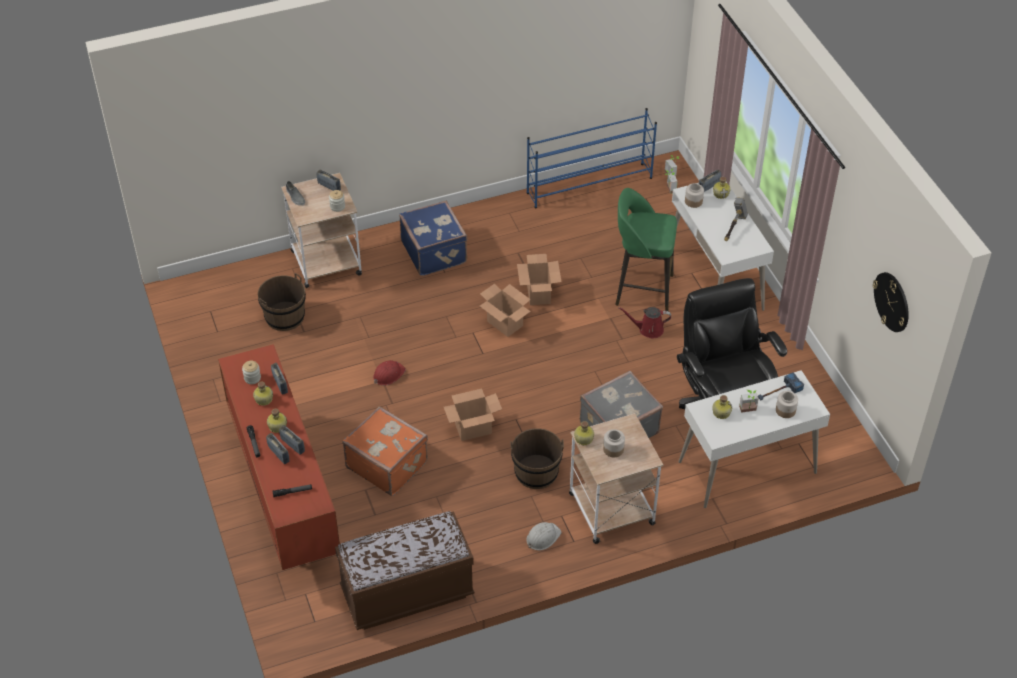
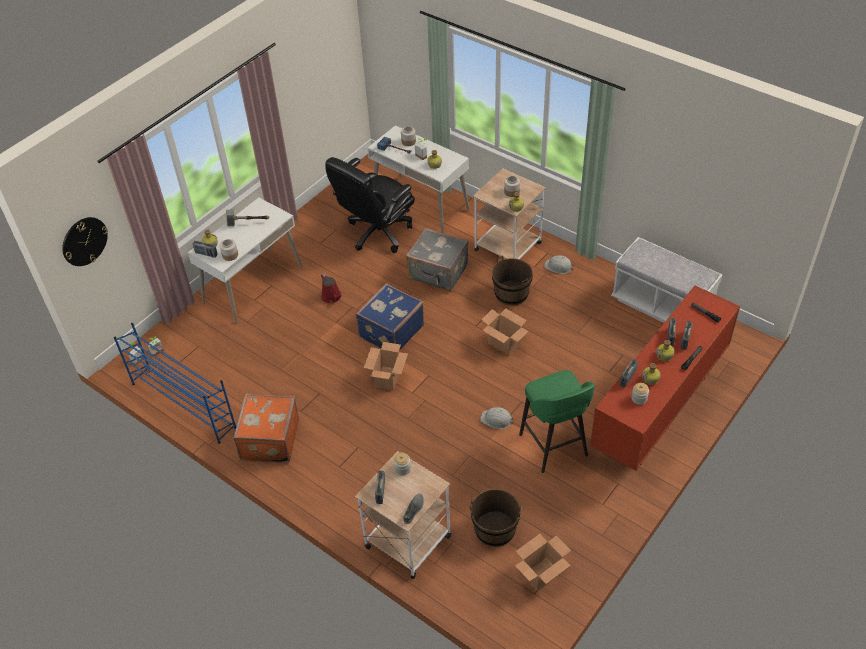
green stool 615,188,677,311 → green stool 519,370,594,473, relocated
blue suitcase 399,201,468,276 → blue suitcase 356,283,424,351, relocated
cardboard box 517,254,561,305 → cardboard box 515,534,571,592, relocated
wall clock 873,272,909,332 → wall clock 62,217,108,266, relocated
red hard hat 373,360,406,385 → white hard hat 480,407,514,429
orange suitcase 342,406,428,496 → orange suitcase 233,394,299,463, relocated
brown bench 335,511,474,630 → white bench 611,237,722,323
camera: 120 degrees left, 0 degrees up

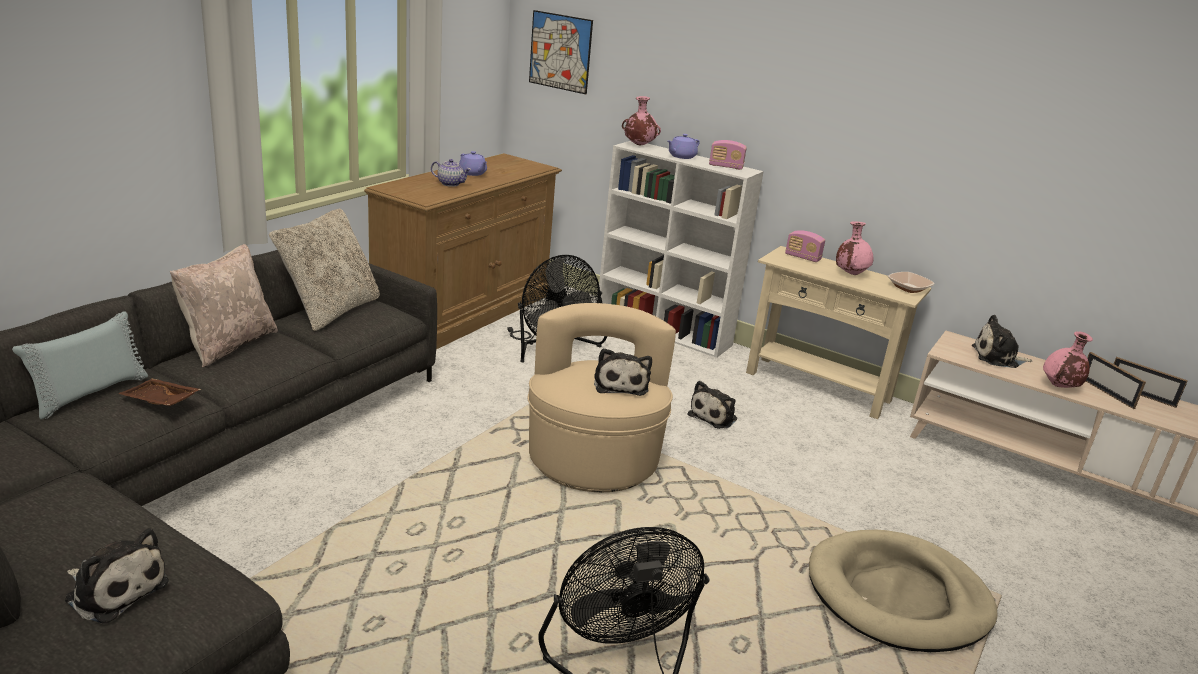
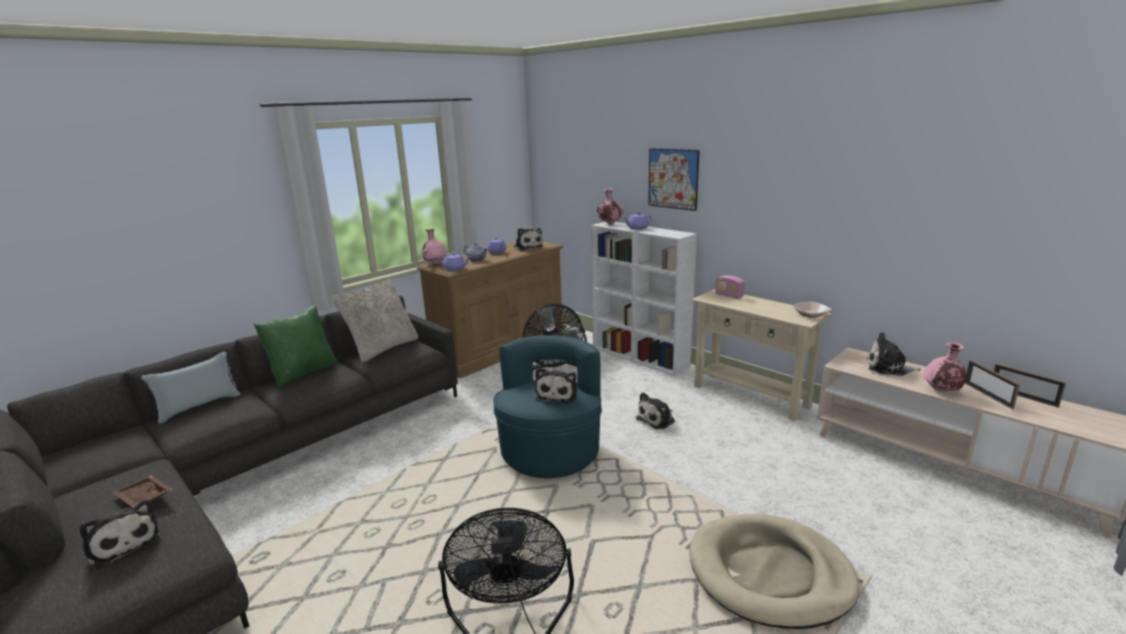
picture 529,10,593,94 → picture 648,148,700,211, relocated
radio 709,140,747,170 → -
pink vase 836,221,874,275 → pink vase 422,229,447,264, relocated
beige pillow 170,244,278,368 → green pillow 254,305,339,388
beige armchair 527,303,676,492 → turquoise armchair 493,335,602,478
brown tray 118,379,201,406 → brown tray 112,476,173,508, relocated
- → plush toy 514,228,543,251
- → purple teapot 439,252,471,271
camera: 15 degrees right, 5 degrees down

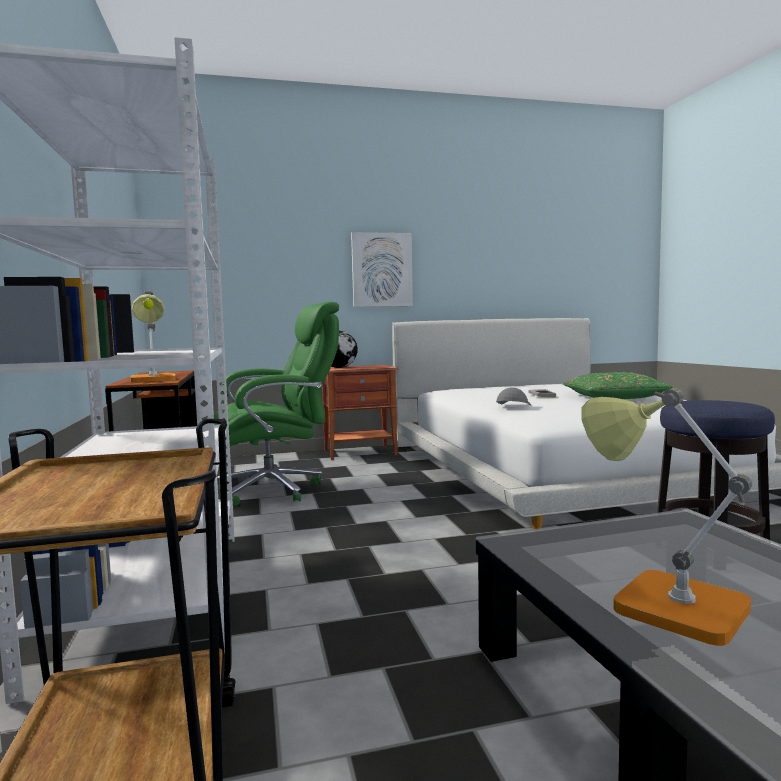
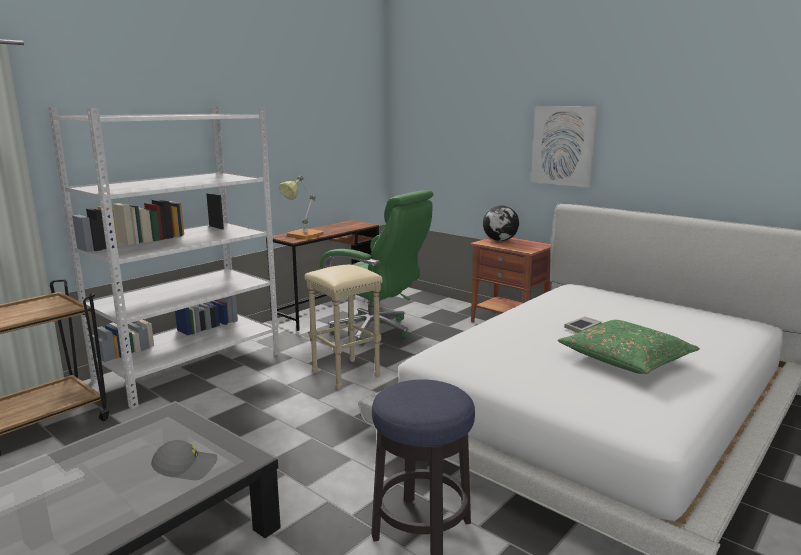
grey cap 496,388,531,406 → grey cap 151,440,217,480, relocated
table lamp 581,389,752,646 → -
- → beige stool 305,265,383,390
camera: 55 degrees right, 10 degrees up

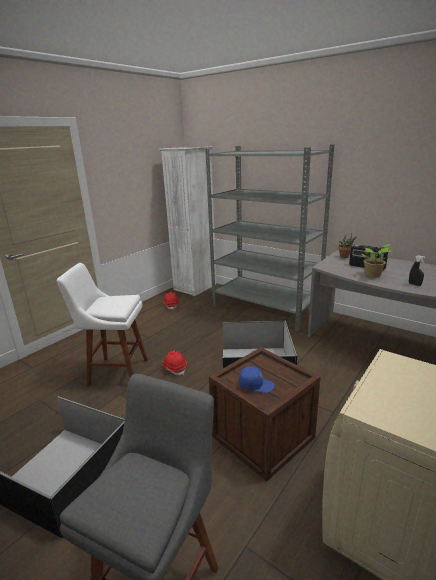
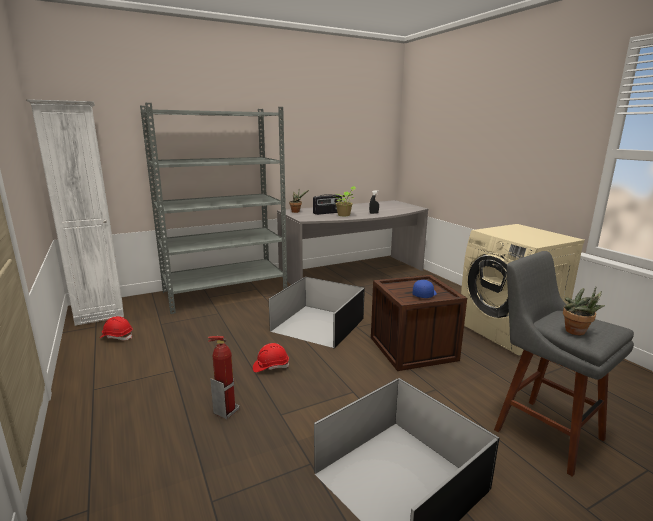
white stool 57,263,148,387 → fire extinguisher 208,336,239,419
- → potted plant 563,287,605,335
camera: 65 degrees left, 5 degrees down

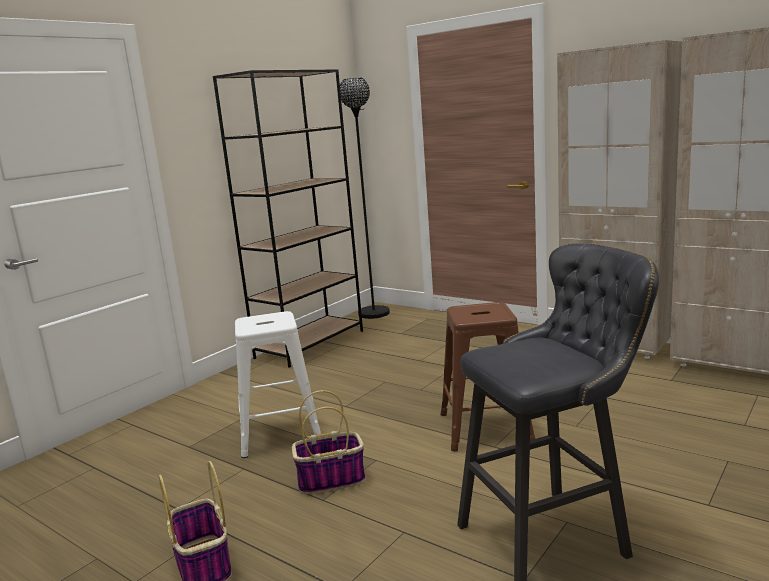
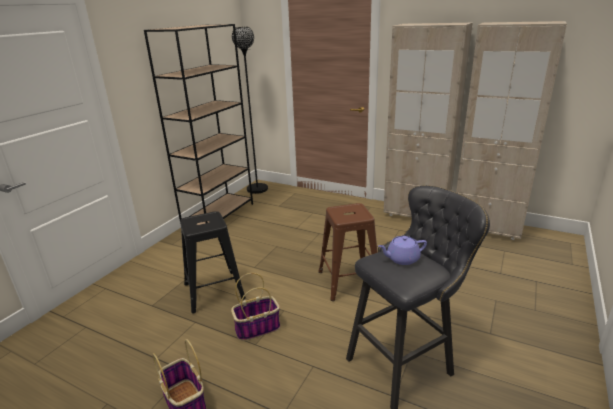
white stool 235,311,321,458 → black stool 180,211,246,314
- → purple teapot 378,236,427,265
camera: 10 degrees left, 10 degrees up

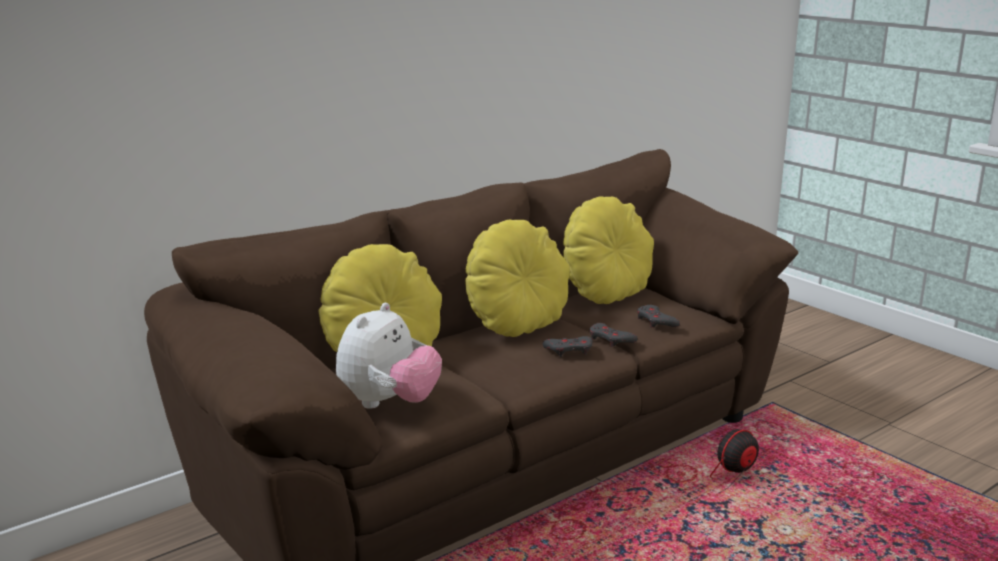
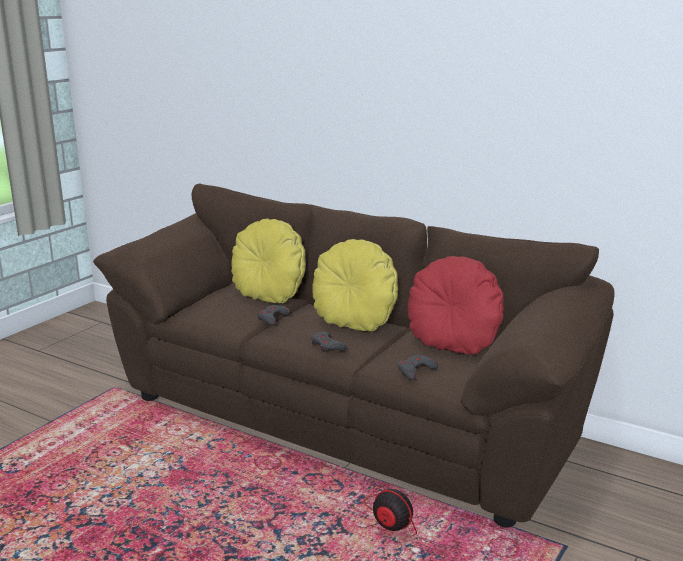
yellow pillow 563,196,654,304 → red pillow 408,256,504,355
plush toy 336,303,442,409 → -
grey game controller 589,323,638,347 → grey game controller 257,305,290,326, relocated
camera: 70 degrees right, 0 degrees up

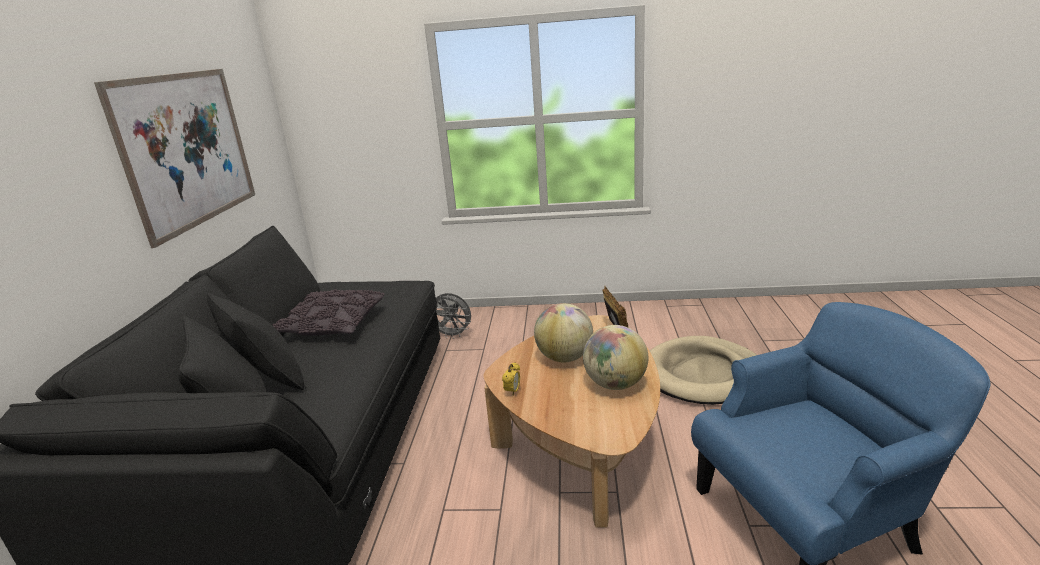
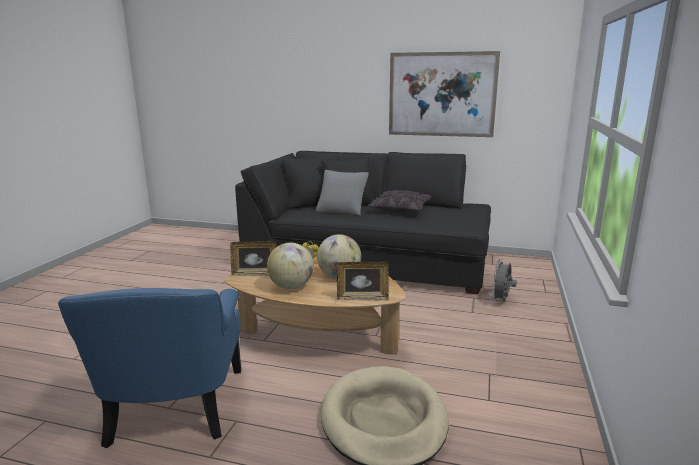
- → grey pillow 316,170,369,216
- → picture frame 230,241,277,276
camera: 100 degrees right, 5 degrees down

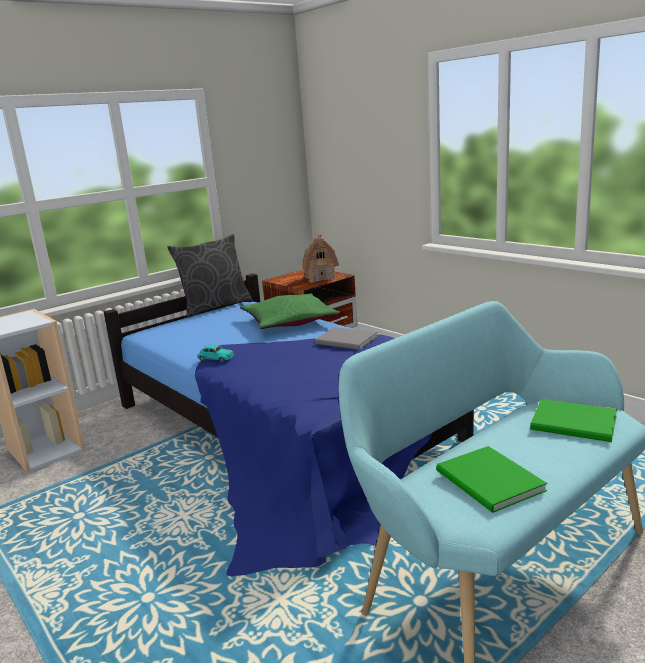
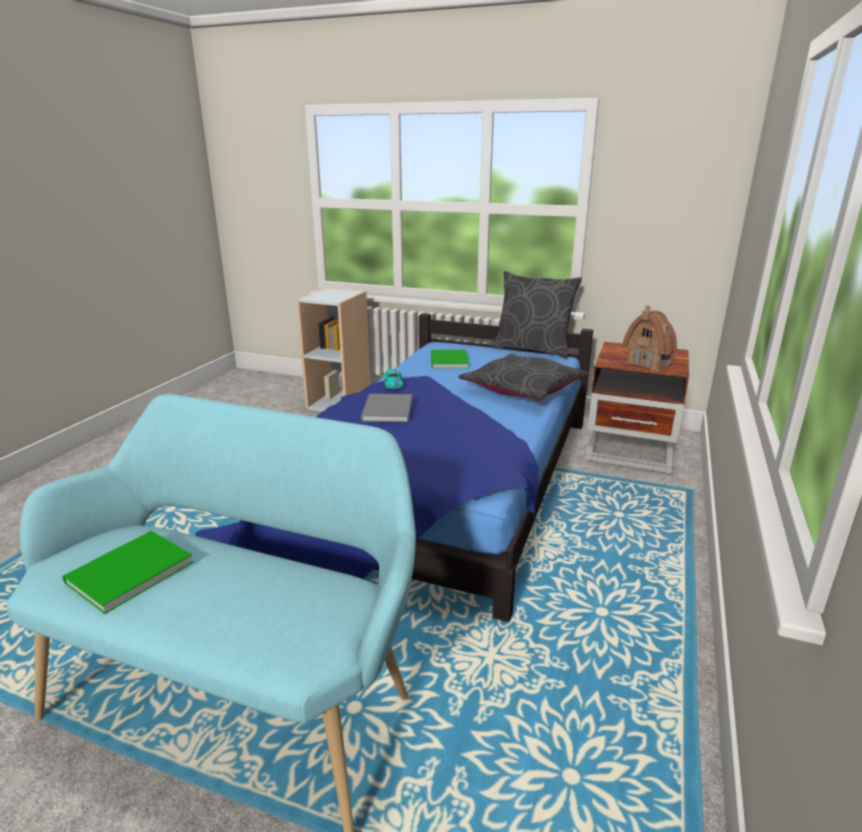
green pillow 240,293,340,329 → grey pillow 458,354,589,401
grey book 315,327,377,350 → grey book 361,394,412,422, relocated
green book 530,399,617,442 → green book 431,349,469,369, relocated
camera: 60 degrees right, 5 degrees up

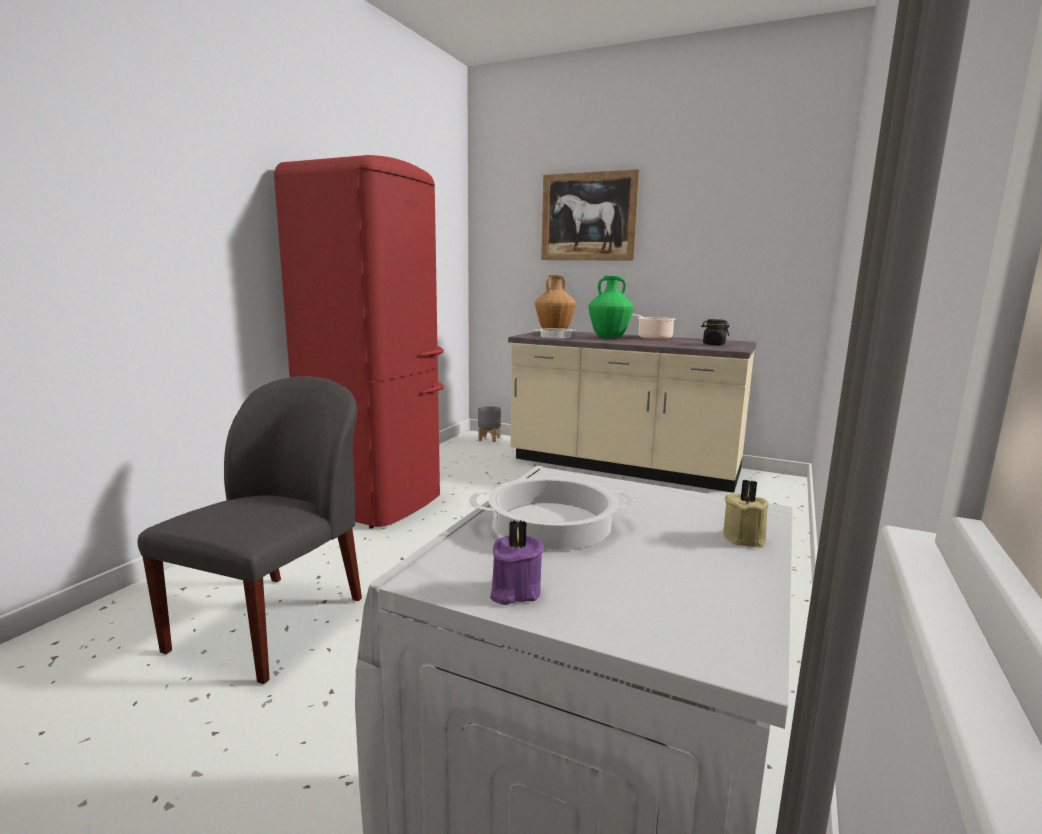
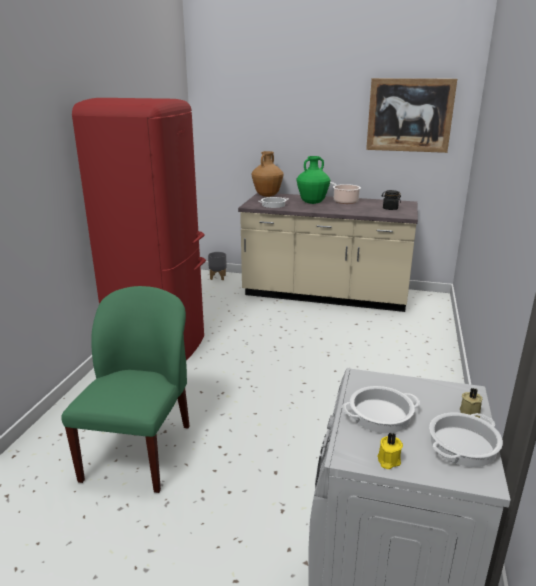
picture 541,169,640,261 → picture 366,78,457,153, relocated
grey chair 138,376,362,684 → green chair 61,286,189,493
purple candle 490,520,544,605 → yellow candle 377,432,403,469
- → cooking pot 429,413,503,467
camera: 10 degrees left, 10 degrees up

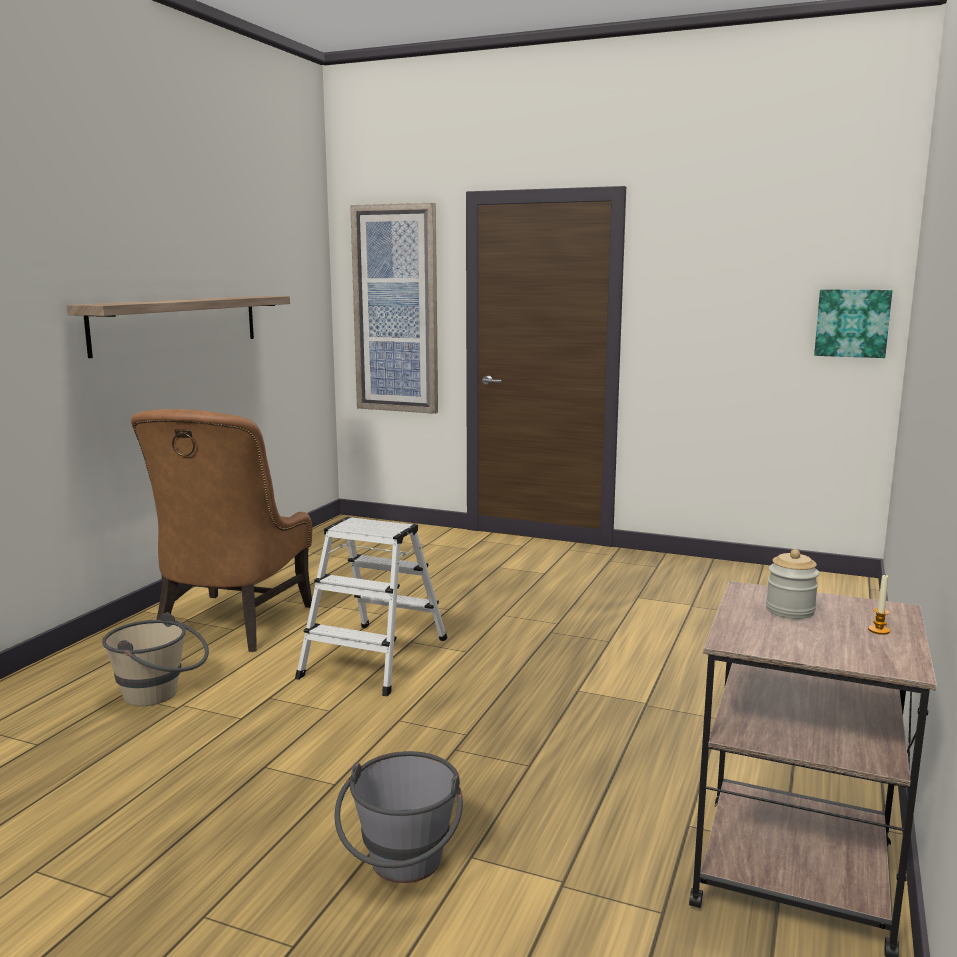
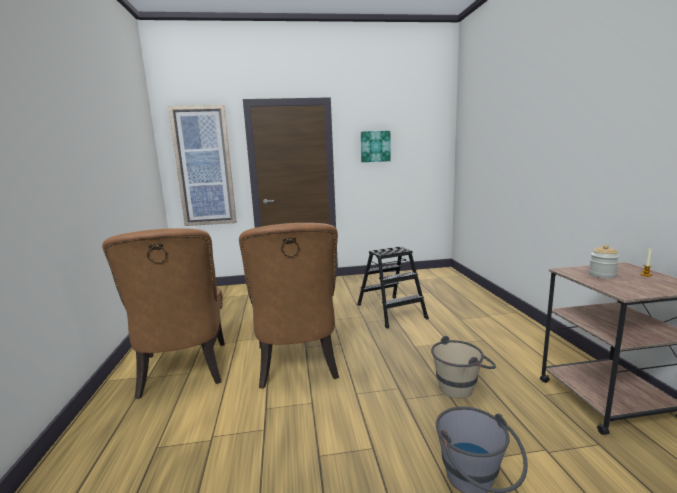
picture 814,289,892,358 → picture 361,131,391,162, relocated
shelf 67,296,290,358 → -
white step ladder 295,517,448,696 → brown chair 239,223,339,389
beige bucket 102,612,209,707 → beige bucket 431,336,496,399, relocated
- → black step ladder 357,246,429,329
camera: 30 degrees left, 0 degrees up

